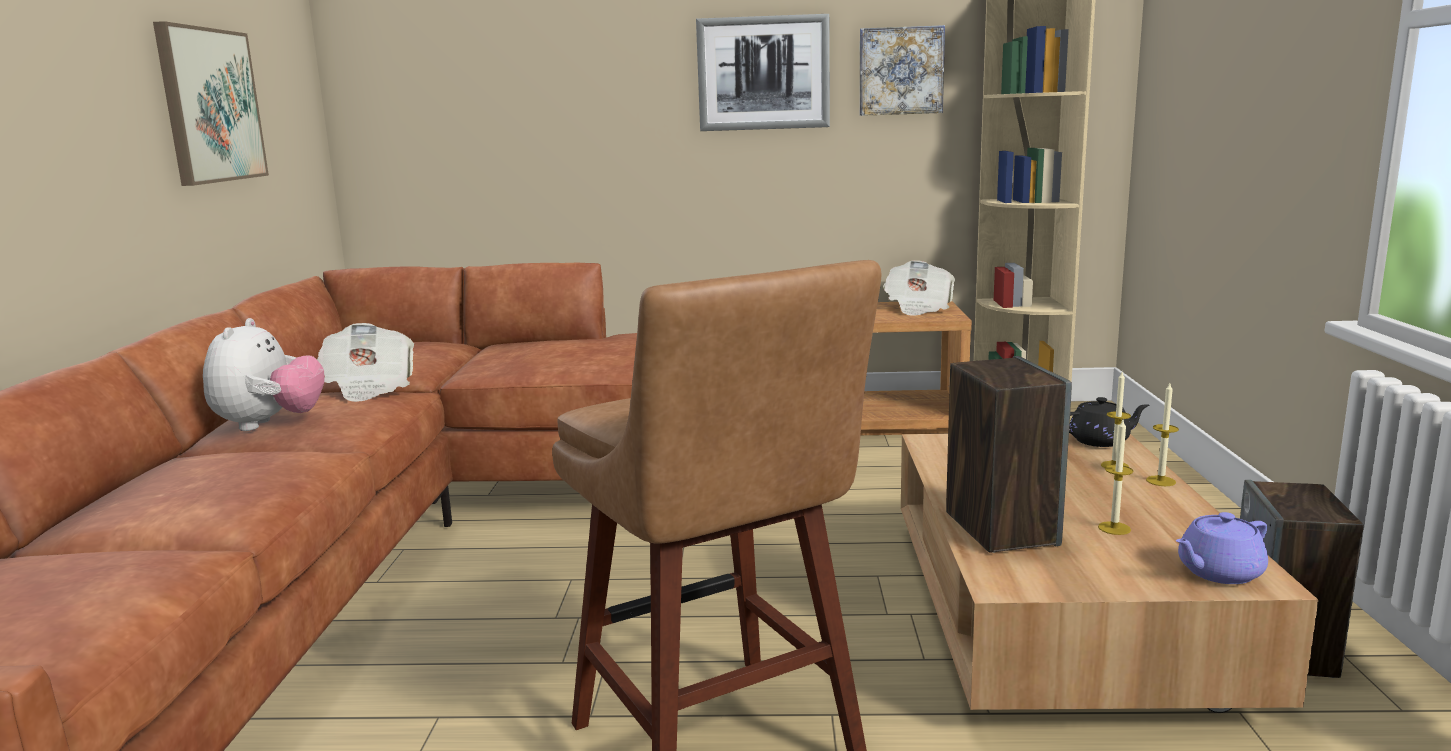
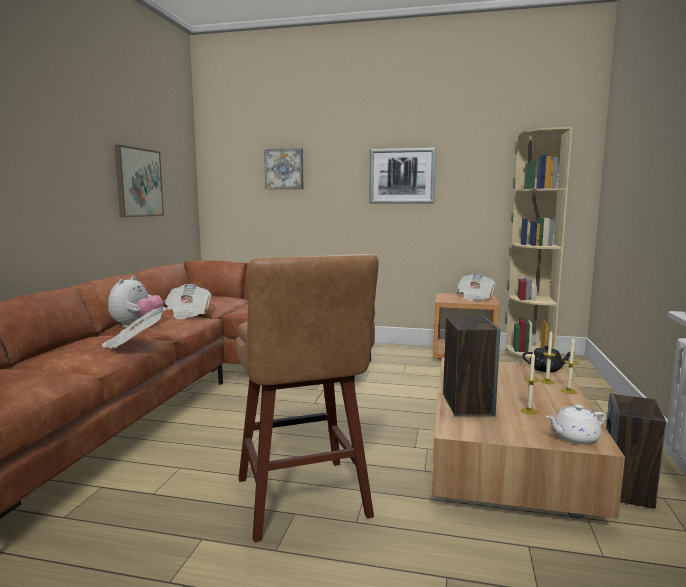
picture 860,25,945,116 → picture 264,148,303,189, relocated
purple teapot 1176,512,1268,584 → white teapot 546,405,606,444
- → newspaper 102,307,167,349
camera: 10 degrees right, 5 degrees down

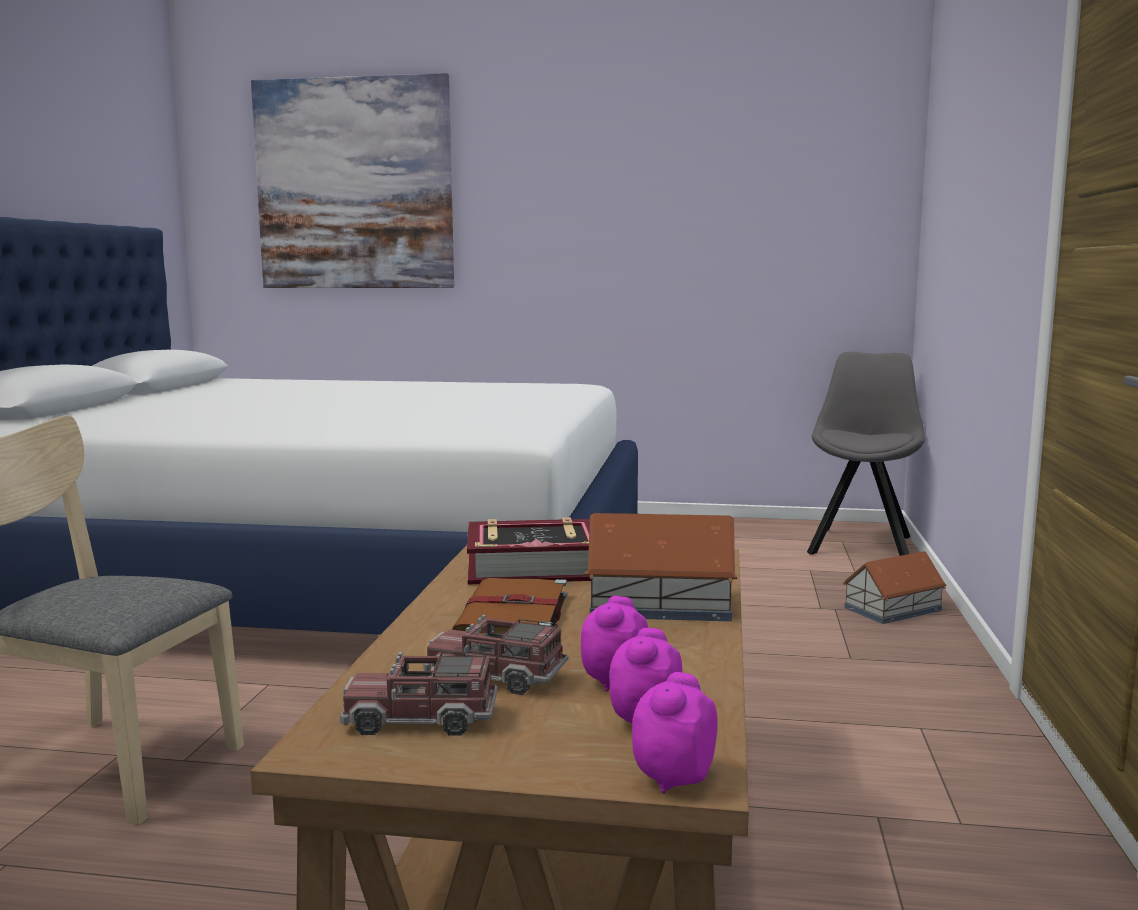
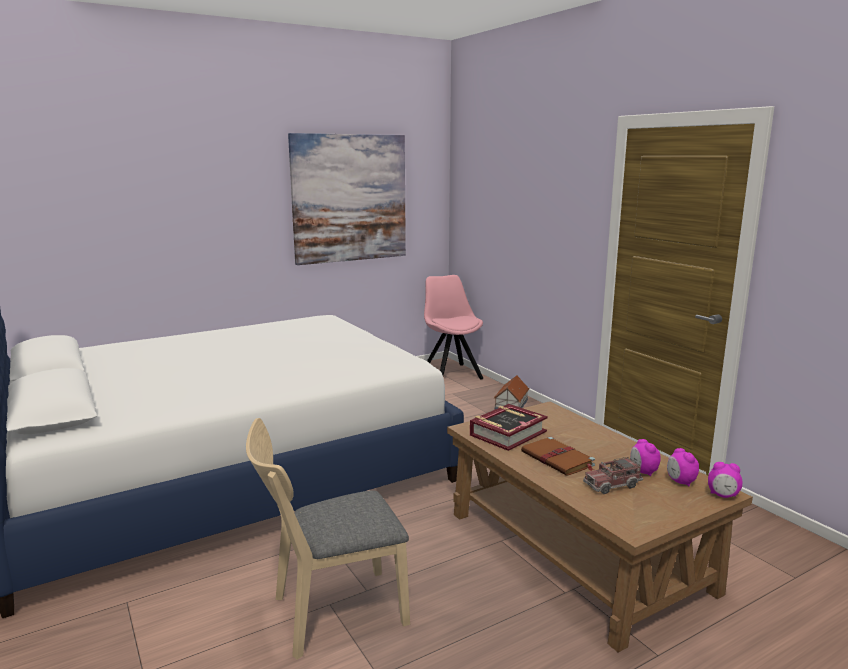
picture 251,73,454,288 → picture 288,133,406,265, relocated
grey chair 807,352,925,556 → pink chair 424,275,483,379
toy house 585,513,737,621 → -
toy truck 340,652,497,736 → -
alarm clock 632,672,718,794 → alarm clock 708,462,743,498, 60 degrees counterclockwise
camera: 40 degrees left, 5 degrees up

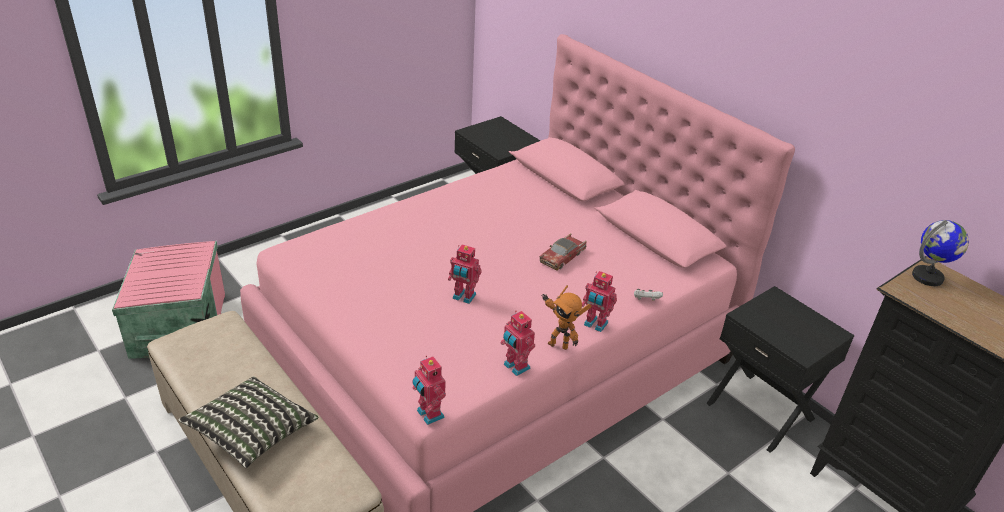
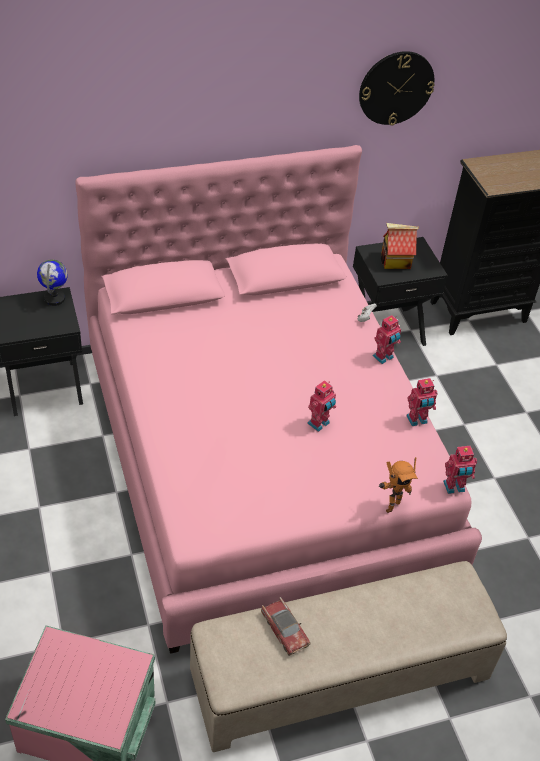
globe 912,220,969,286 → globe 37,260,68,306, relocated
toy car 539,233,587,271 → toy car 261,597,311,656, relocated
toy robot 541,285,592,350 → toy robot 379,457,418,513, relocated
pillow 179,376,318,468 → -
- → wall clock 359,51,435,125
- → toy house 381,223,419,269
camera: 70 degrees left, 10 degrees up

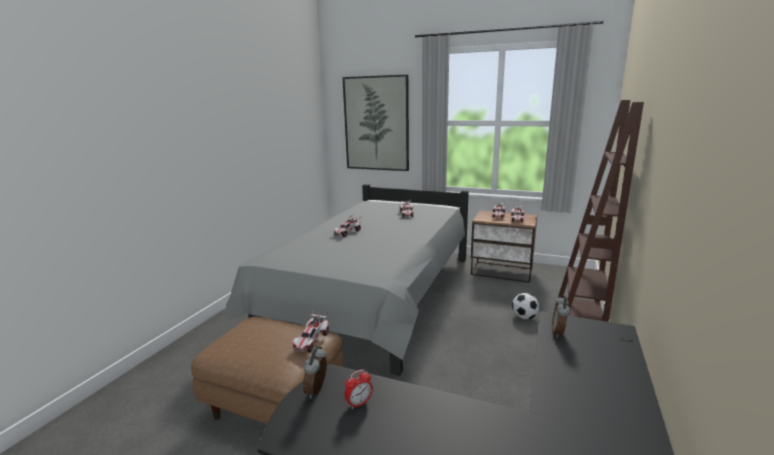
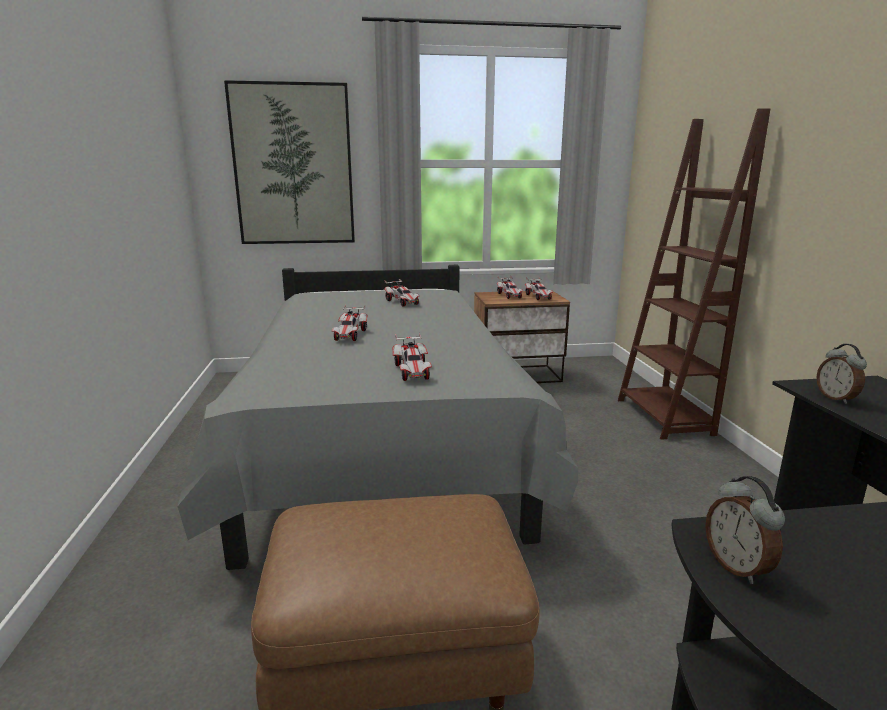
football 512,293,539,319 → -
toy car 292,310,330,352 → toy car 393,333,432,381, relocated
alarm clock 344,369,373,409 → -
camera: 30 degrees left, 0 degrees up

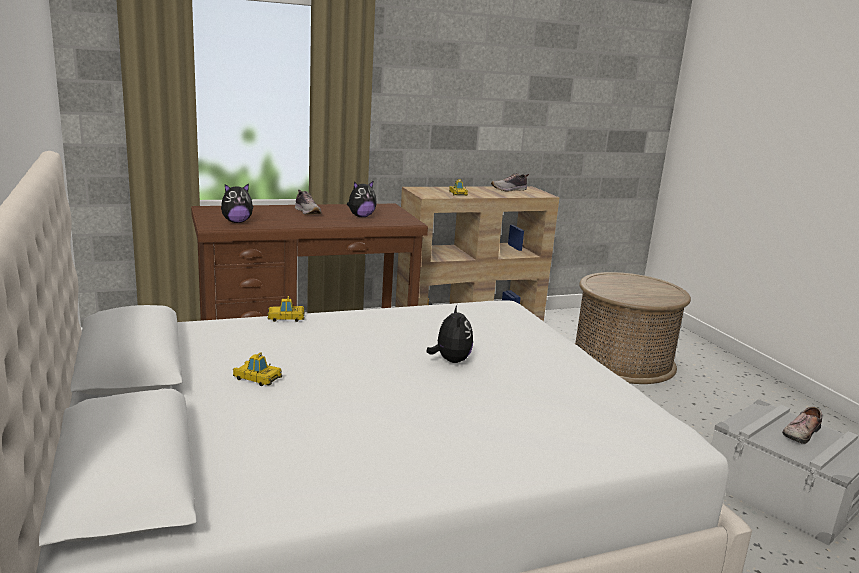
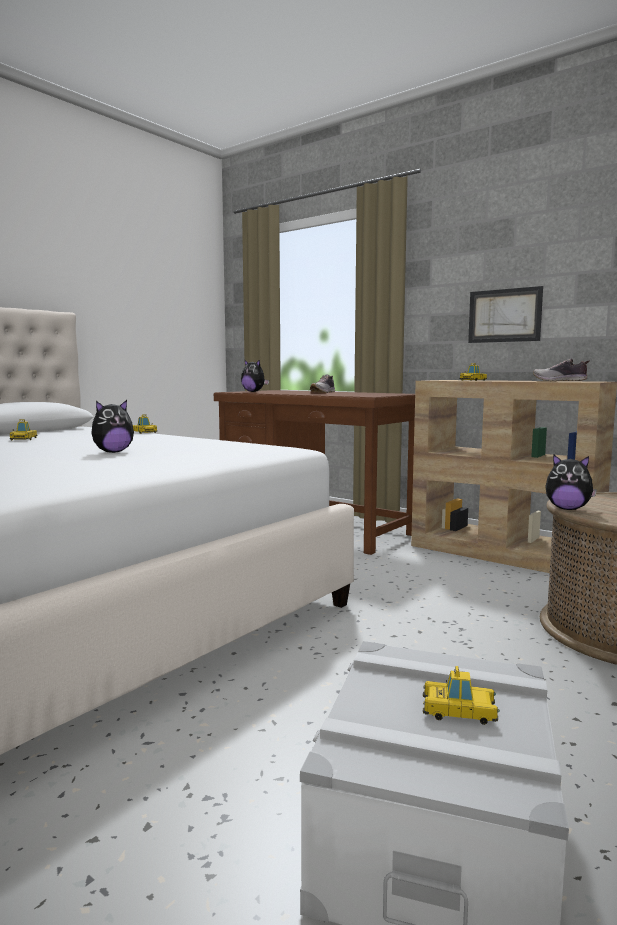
plush toy 347,181,377,217 → plush toy 545,454,597,510, relocated
shoe 782,407,822,444 → toy car 423,666,500,725
- → picture 468,286,543,343
camera: 60 degrees right, 10 degrees down

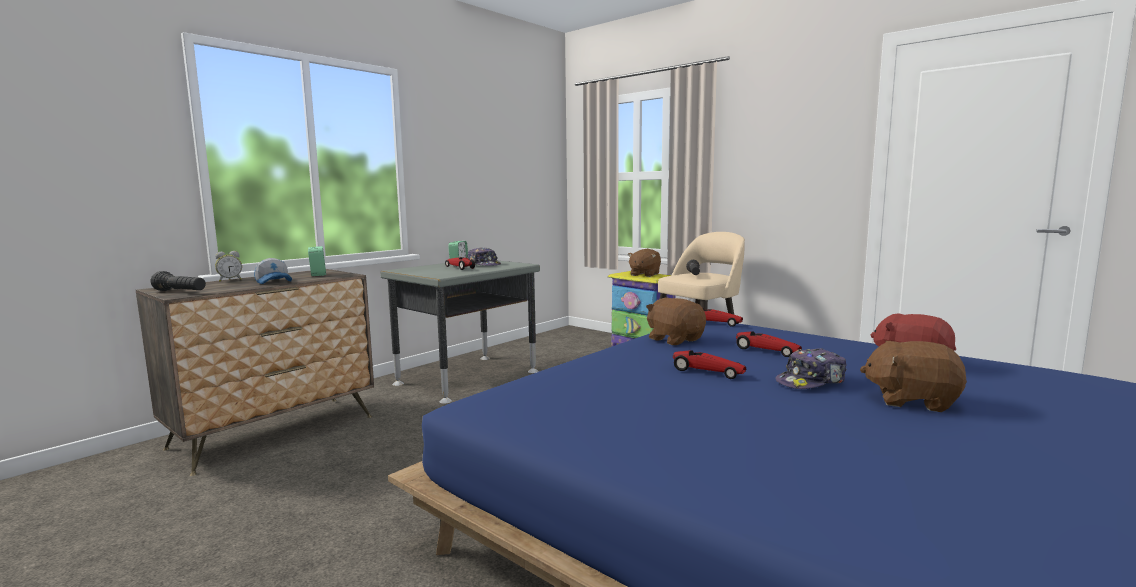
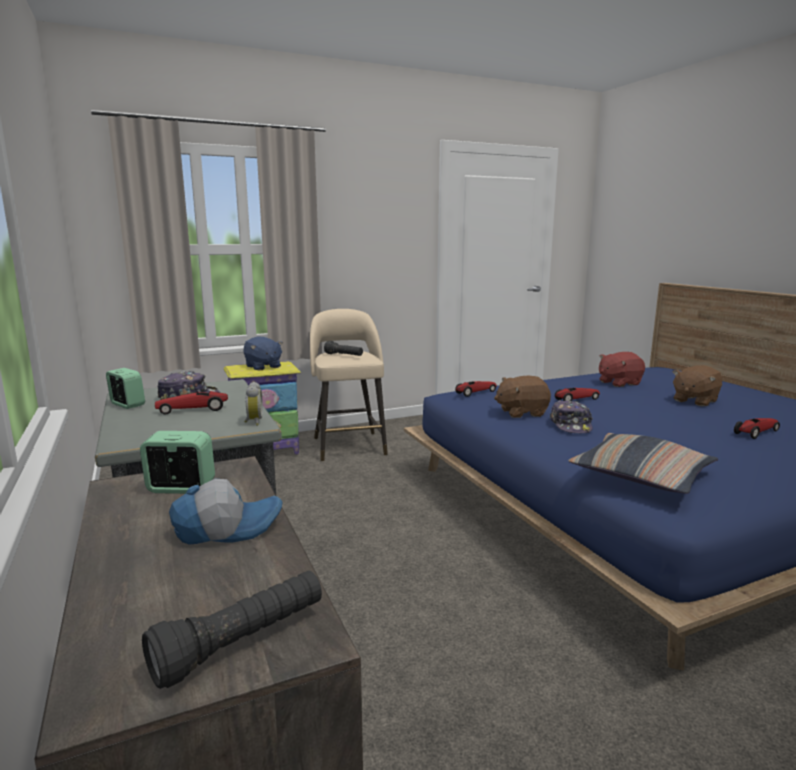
brown plush toy 627,249,661,277 → blue plush toy 244,336,283,371
alarm clock 215,251,242,281 → alarm clock 244,382,263,426, relocated
cap 775,348,847,389 → cap 550,401,593,434, relocated
toy car 673,350,746,379 → toy car 734,418,780,439, relocated
- → pillow 568,433,718,494
camera: 65 degrees left, 5 degrees up

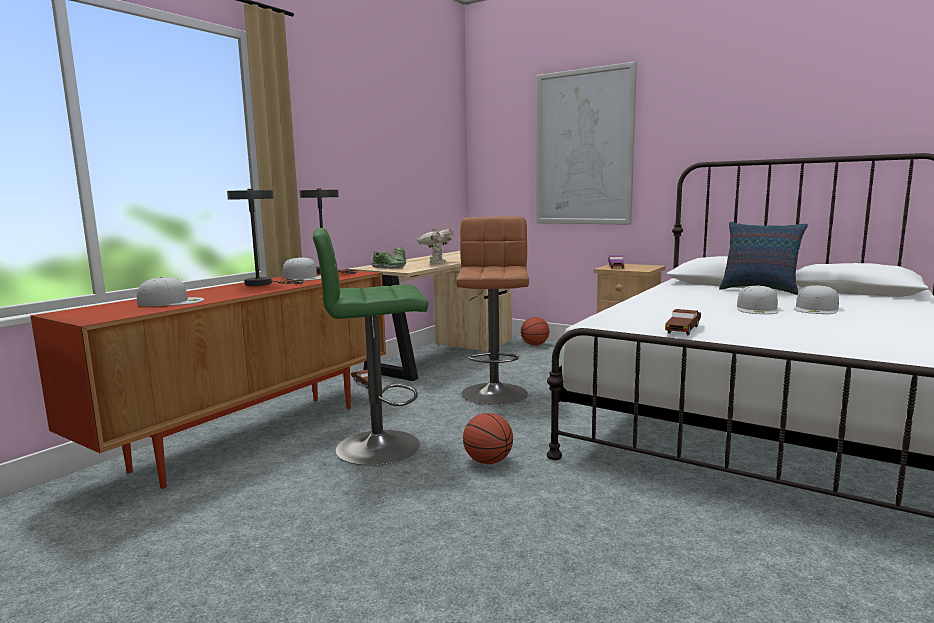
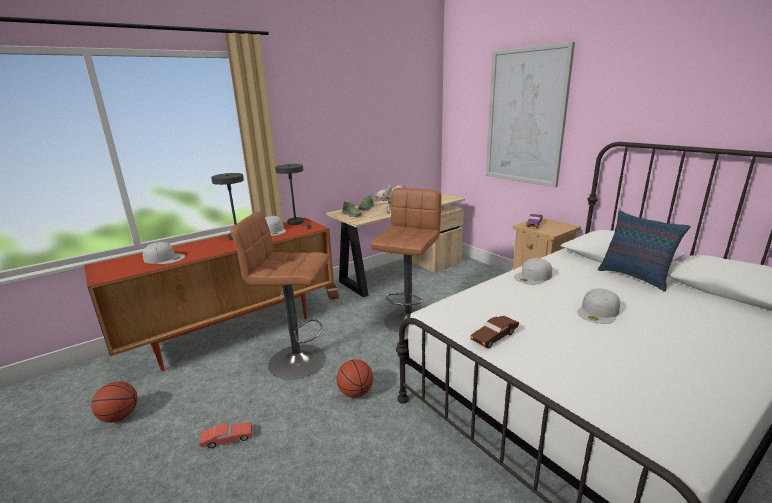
green stool 313,228,428,465 → brown stool 230,211,329,380
white cap 794,285,839,314 → white cap 514,258,552,285, relocated
basketball 521,317,549,345 → basketball 91,381,138,422, relocated
- → red toy car 200,422,252,448
camera: 20 degrees right, 10 degrees up

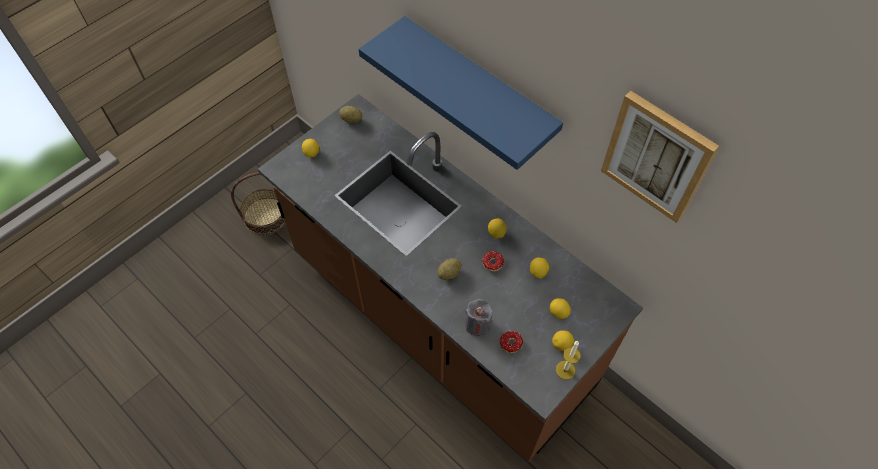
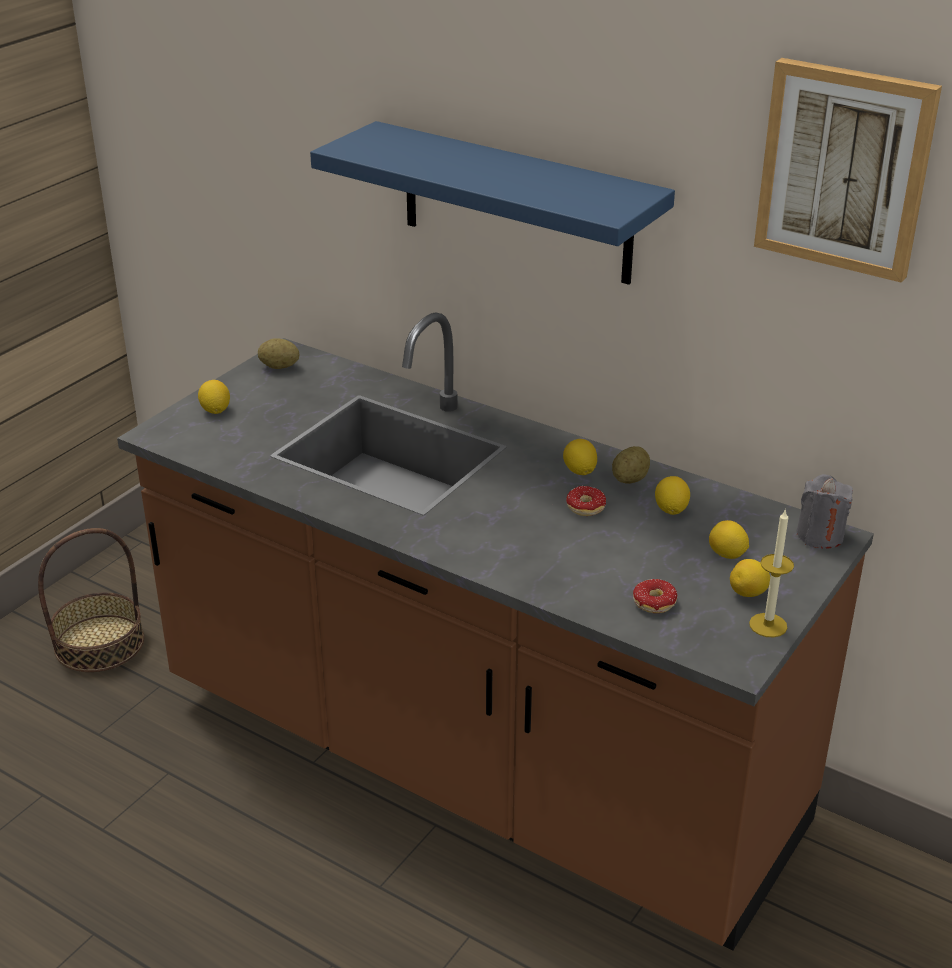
potato 438,258,461,280 → potato 612,446,650,484, relocated
grey candle 465,299,493,336 → grey candle 796,474,853,549, relocated
camera: 10 degrees left, 25 degrees down

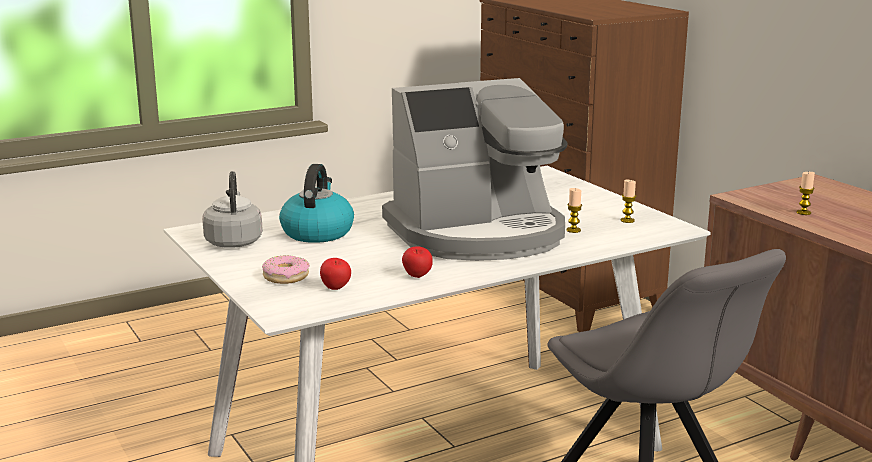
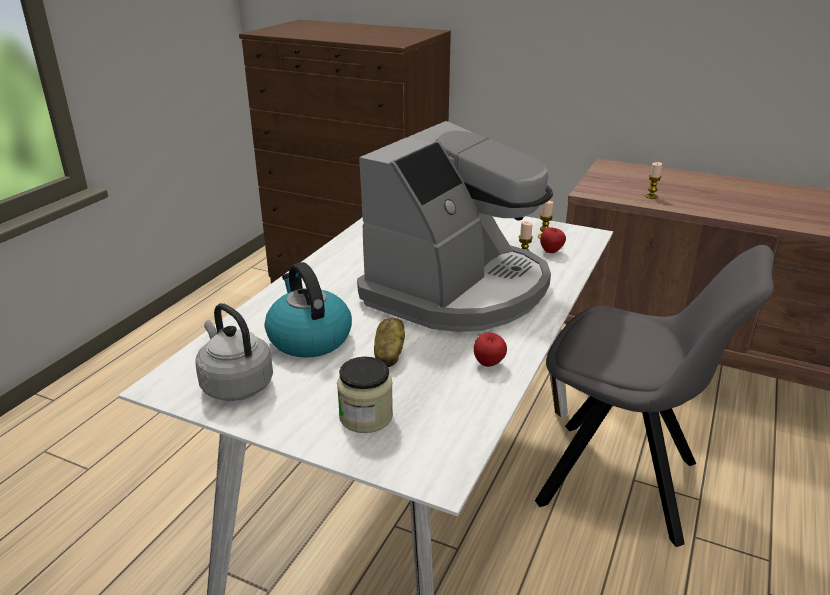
donut 262,255,310,284 → jar 337,357,393,433
apple 320,258,351,290 → apple 540,227,566,253, relocated
- → potato 374,318,405,367
camera: 35 degrees left, 10 degrees up

